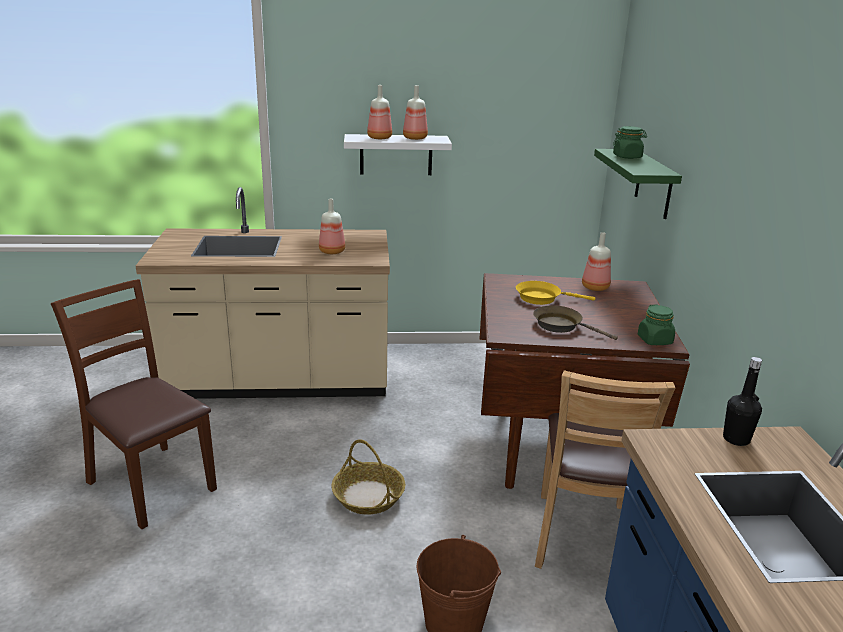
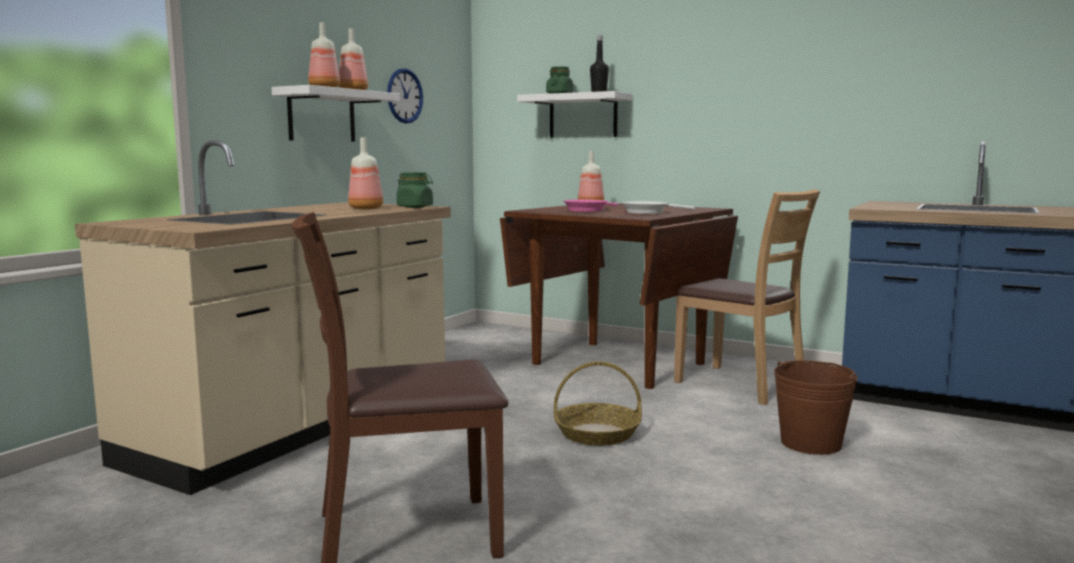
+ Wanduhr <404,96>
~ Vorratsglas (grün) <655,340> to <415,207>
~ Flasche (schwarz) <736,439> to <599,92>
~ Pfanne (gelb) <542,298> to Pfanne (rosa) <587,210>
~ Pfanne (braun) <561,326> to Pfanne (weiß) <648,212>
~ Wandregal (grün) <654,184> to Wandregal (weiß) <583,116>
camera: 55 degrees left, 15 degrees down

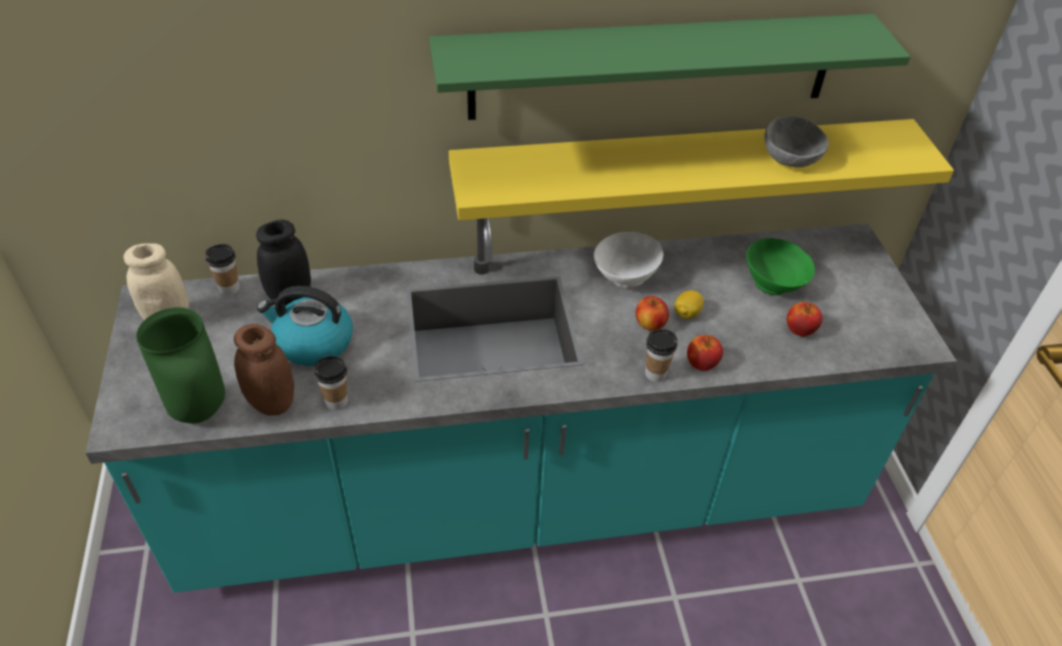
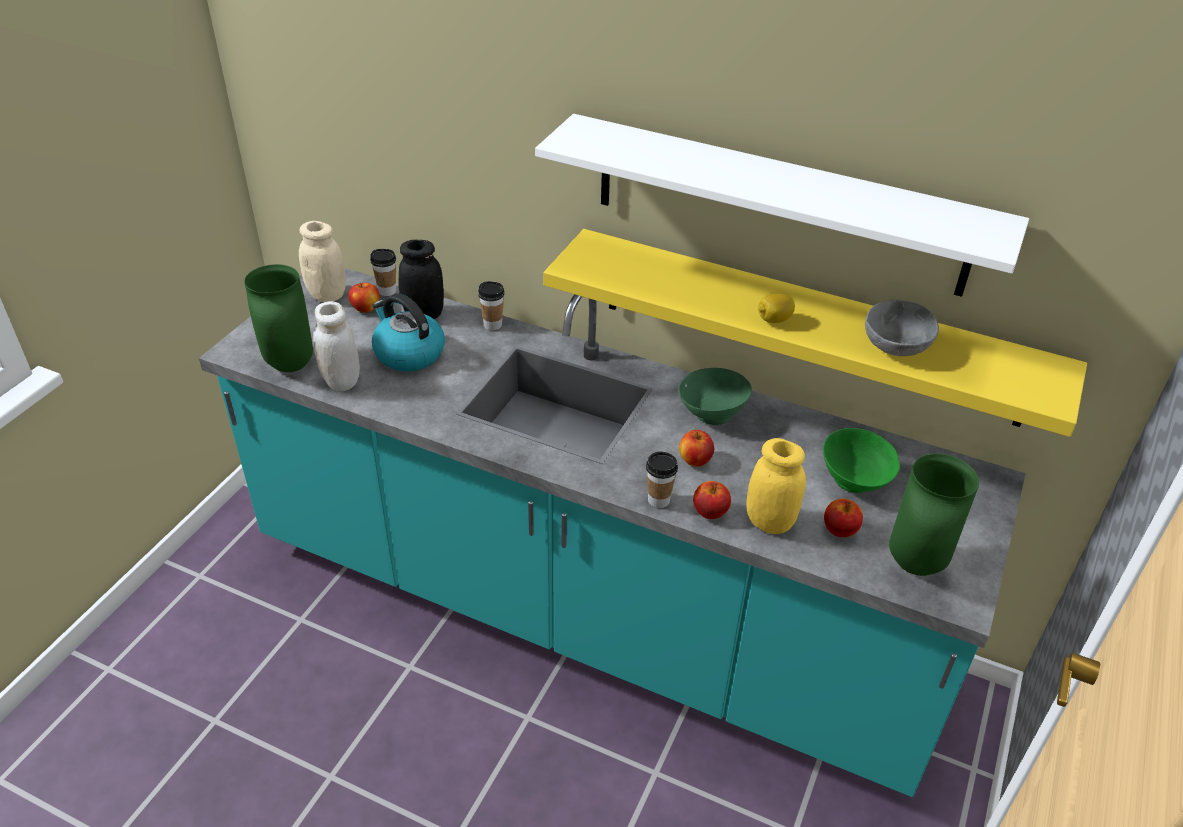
+ Apfel <366,309>
+ Vorratsglas (gelb) <769,522>
+ Vase (grün) <916,565>
~ Tasse <336,401> to <492,325>
~ Zitrone <686,313> to <773,320>
~ Vorratsglas (braun) <272,403> to Vorratsglas (weiß) <341,381>
~ Wandregal (grün) <652,67> to Wandregal (weiß) <778,205>
~ Schüssel (weiß) <624,276> to Schüssel (grün) <711,413>
camera: 35 degrees right, 5 degrees down

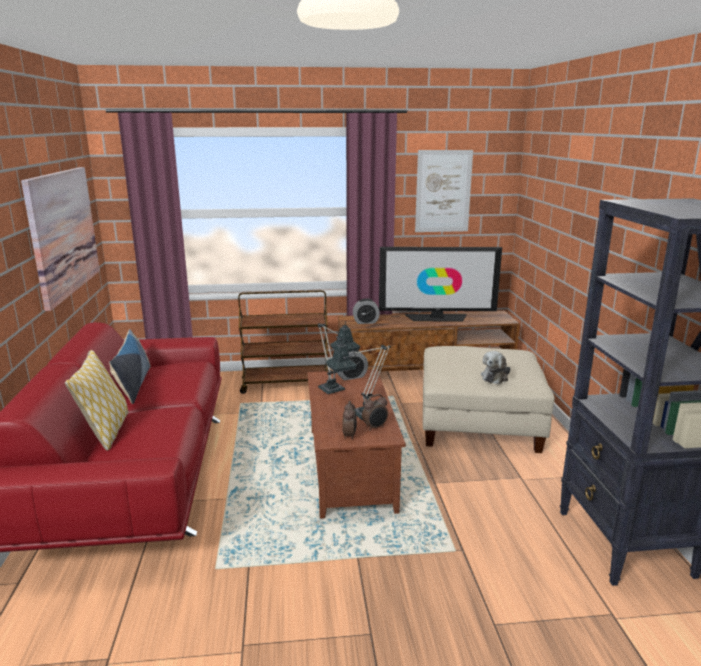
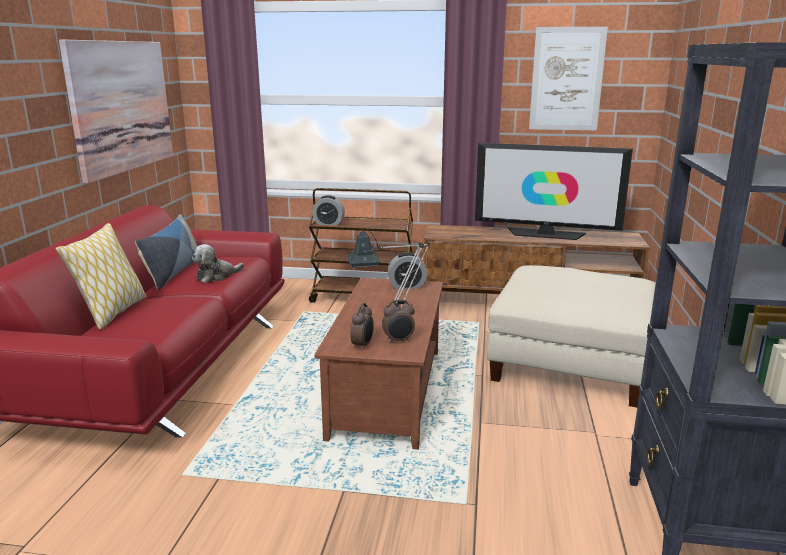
- Tischlampe <334,391>
~ Wecker <366,322> to <329,223>
~ Plüschtier <495,377> to <217,276>
camera: 15 degrees right, 0 degrees up

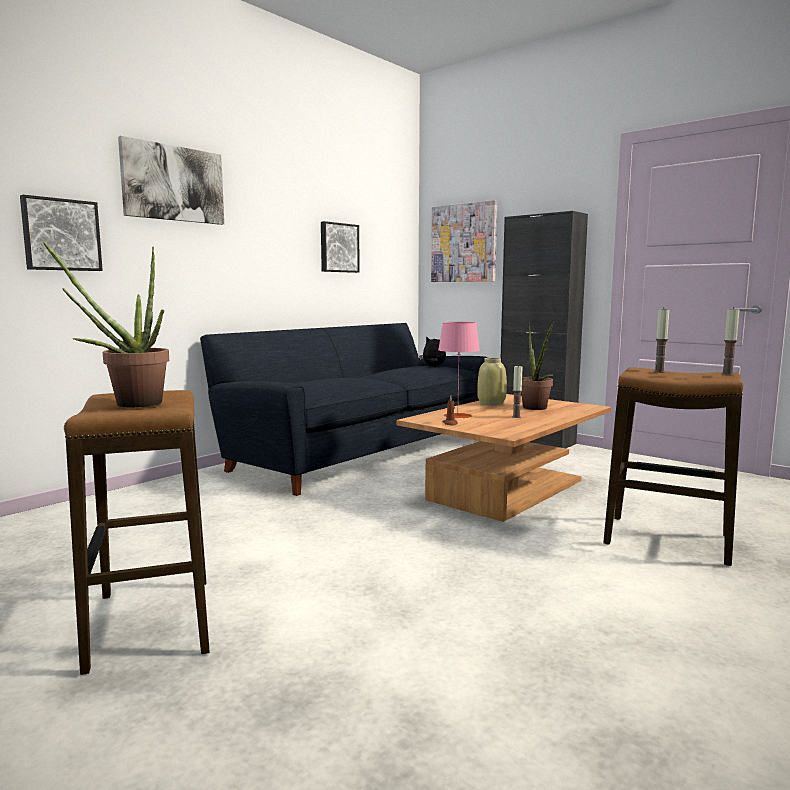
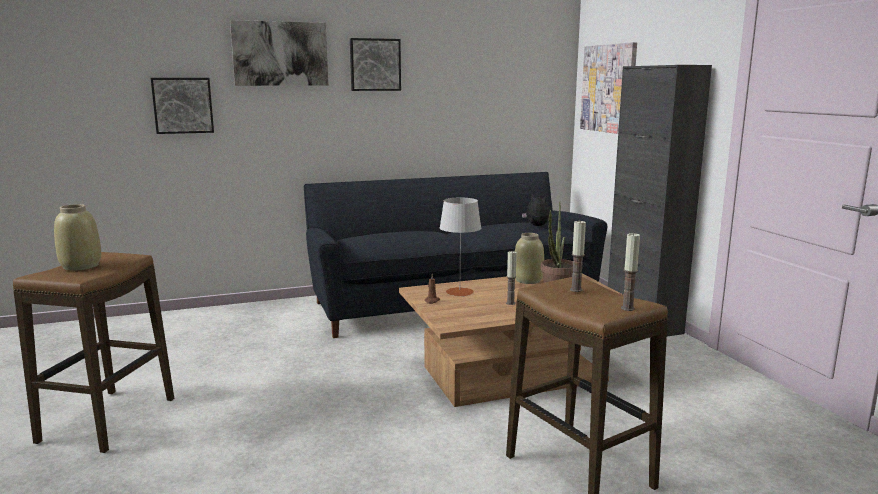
~ Bild <338,248> to <375,64>
~ Topfpflanze <128,404> to Vase (beige) <81,266>
~ Tischlampe (rosa) <457,416> to Tischlampe (grau) <459,292>
camera: 30 degrees right, 5 degrees up

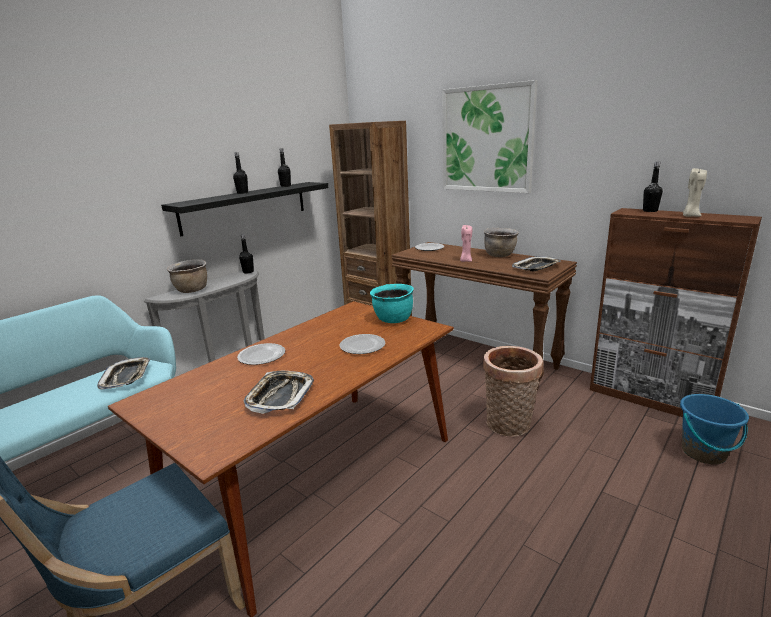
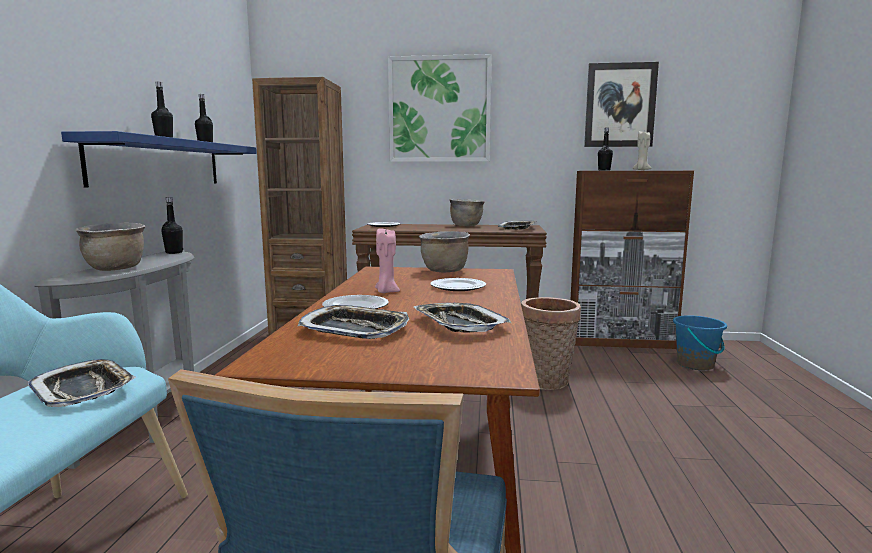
+ Tablett <355,329>
+ Bild <620,105>
~ Kerze (rosa) <466,261> to <386,292>
~ Wandregal (schwarz) <246,207> to Wandregal (blau) <160,163>
~ Kochtopf (türkis) <393,320> to Kochtopf (braun) <444,271>
camera: 35 degrees left, 10 degrees down

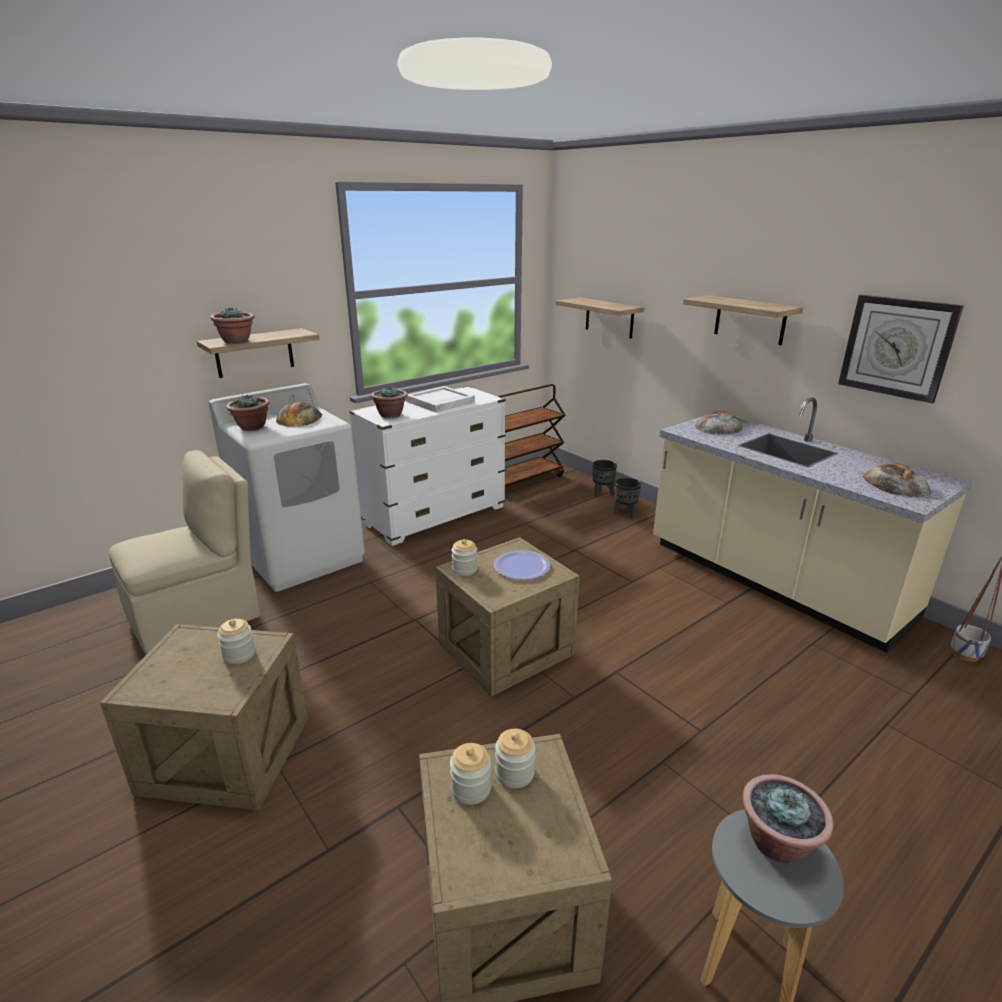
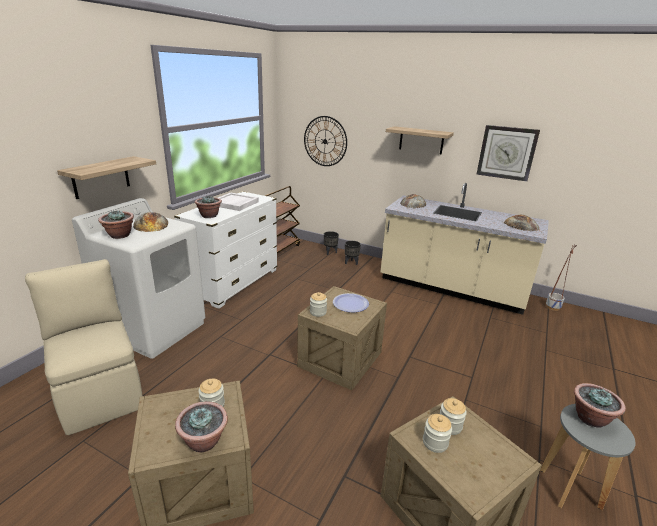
~ Topfpflanze <237,341> to <204,441>
~ Wandregal <609,318> to Wanduhr <325,141>
~ Stuhl (beige) <199,617> = <100,392> 60 degrees counterclockwise
camera: 25 degrees left, 0 degrees up

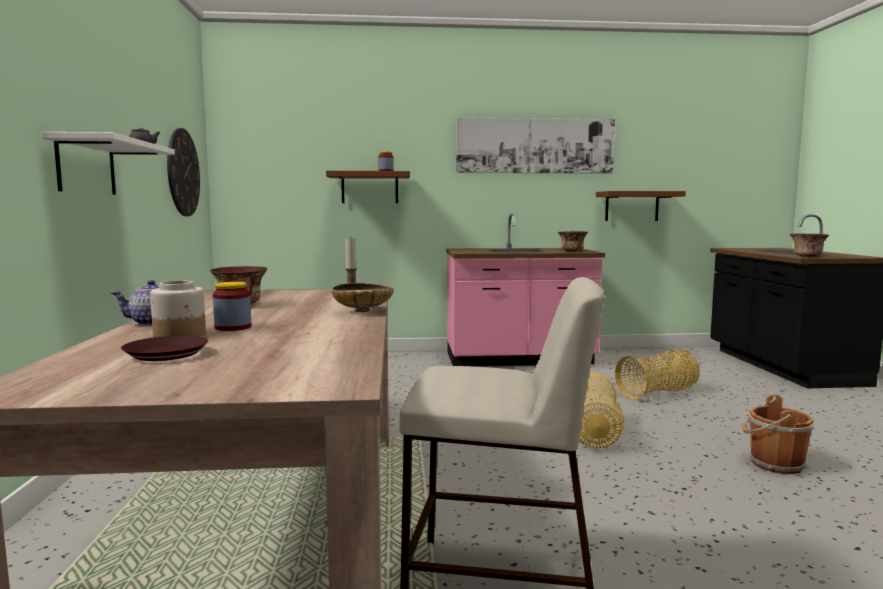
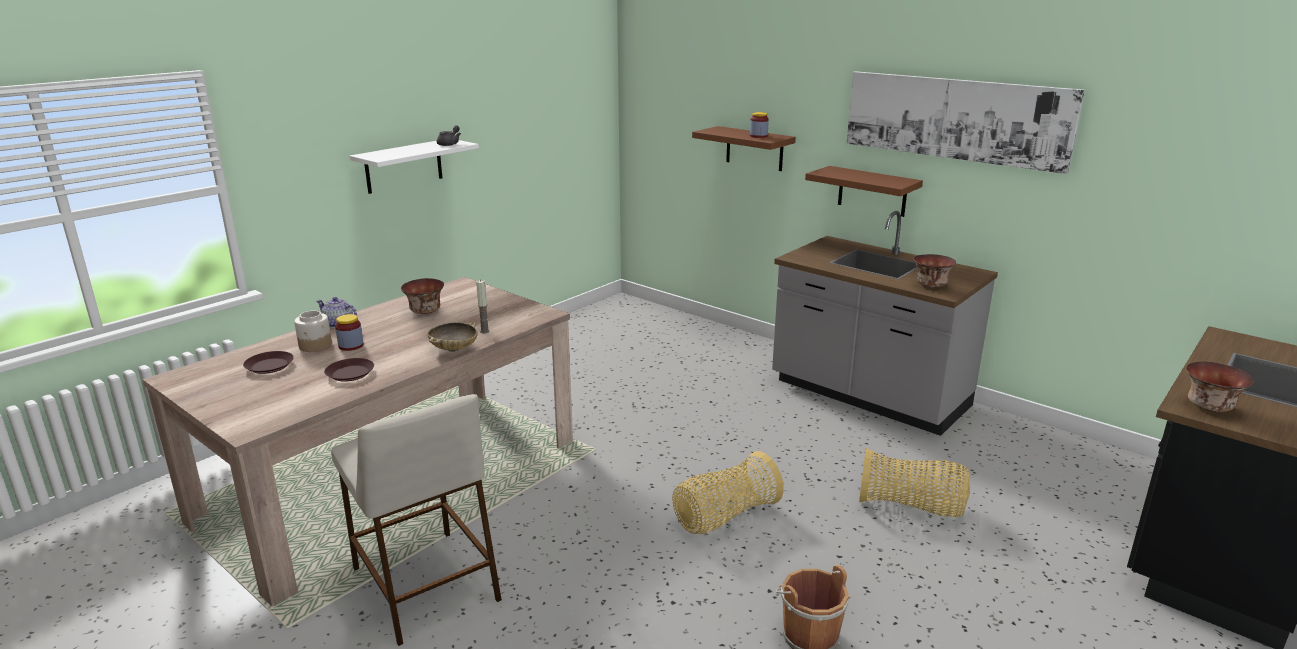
- Wanduhr <183,172>
+ Teller (braun) <350,374>
~ Wandregal (braun) <631,206> to <872,191>
~ Küchenzeile (rosa) <519,359> to Küchenzeile (grau) <868,395>
camera: 45 degrees right, 15 degrees up

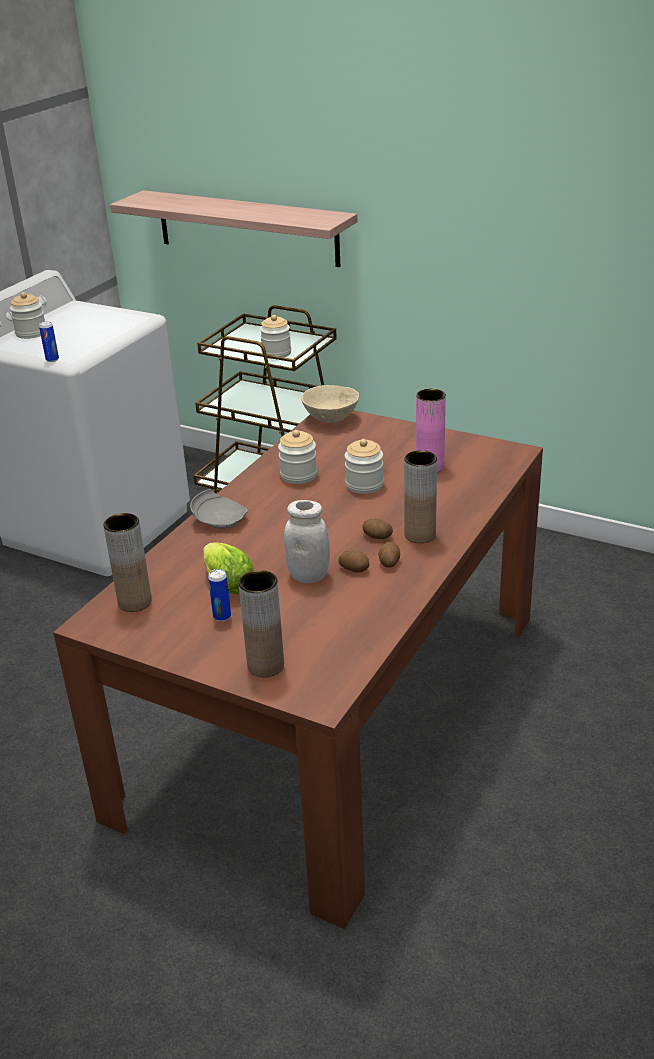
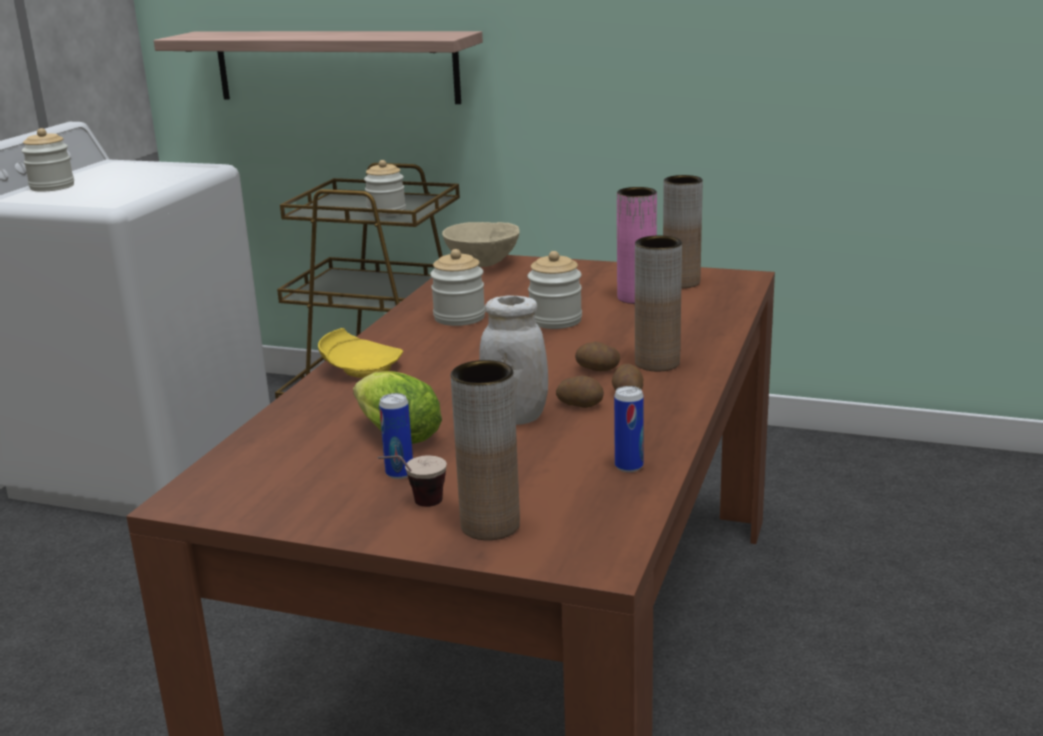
+ Tasse <415,507>
~ Dose <52,359> to <629,466>
~ Vase (braun) <135,602> to <681,282>
~ Teller (grau) <219,519> to Teller (gelb) <361,368>
camera: 10 degrees left, 10 degrees down

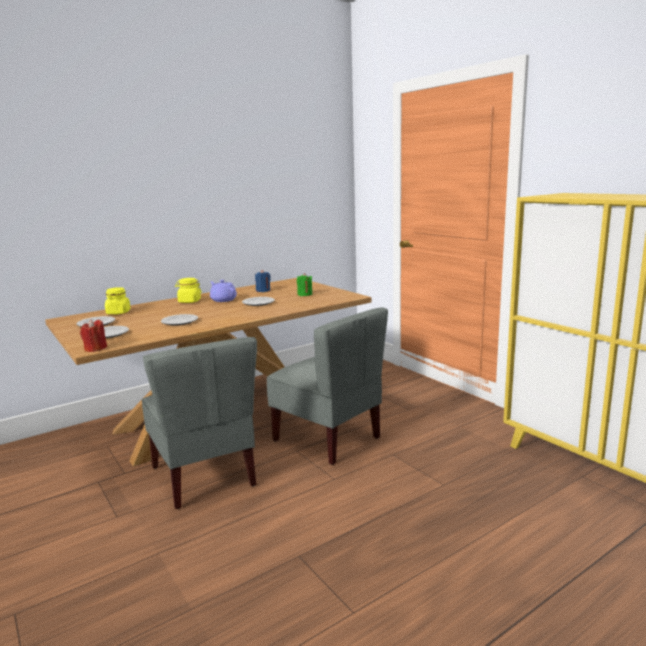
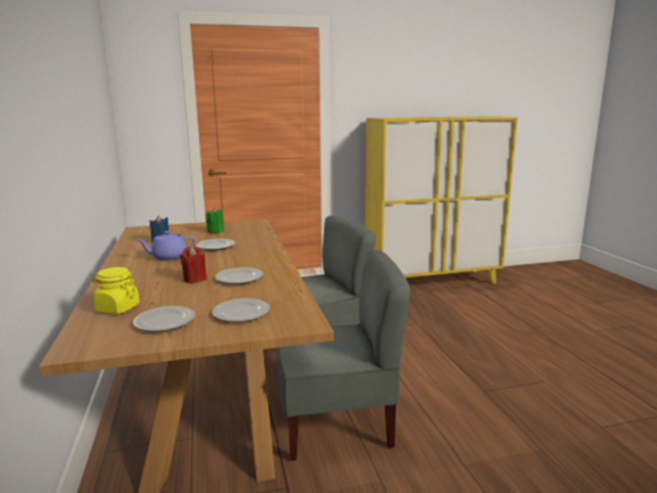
- Vorratsglas (gelb) <189,301>
~ Kerze (rot) <95,349> to <195,279>
camera: 70 degrees left, 0 degrees up

